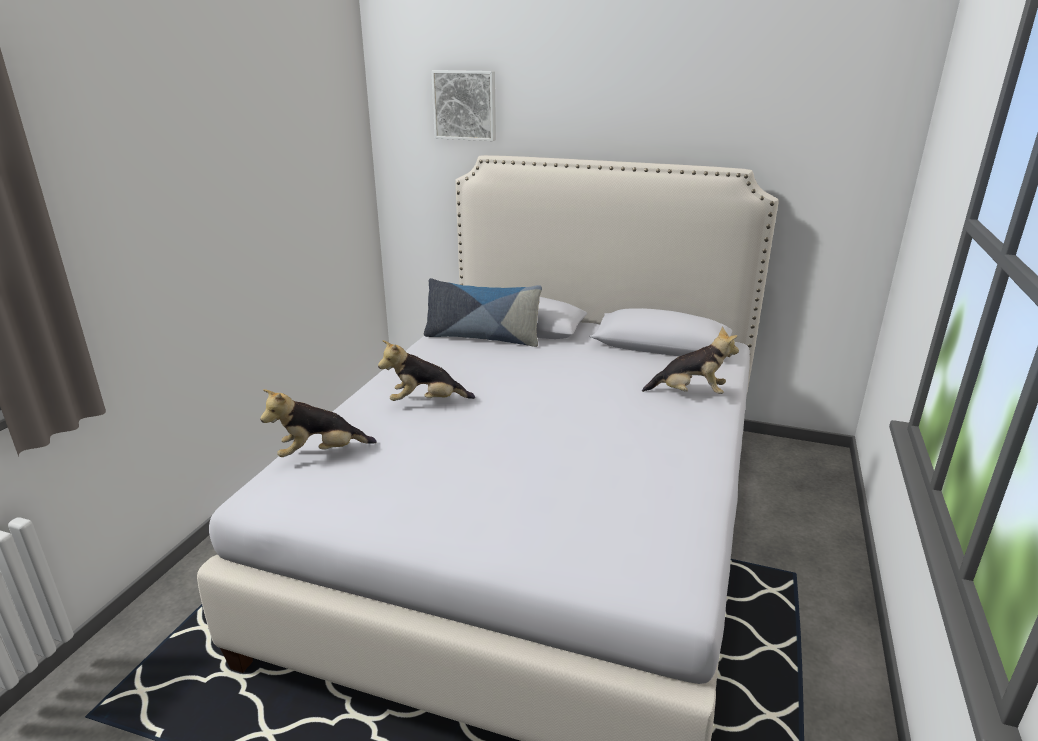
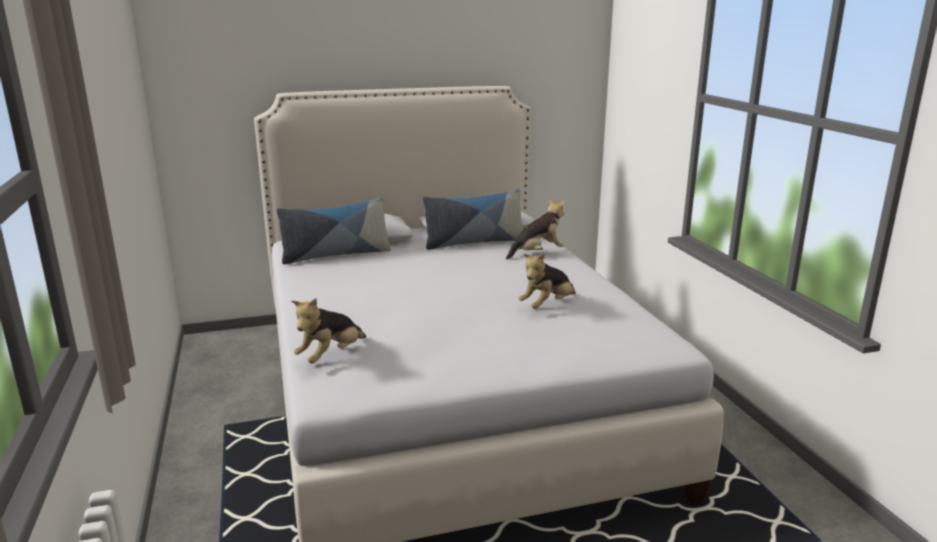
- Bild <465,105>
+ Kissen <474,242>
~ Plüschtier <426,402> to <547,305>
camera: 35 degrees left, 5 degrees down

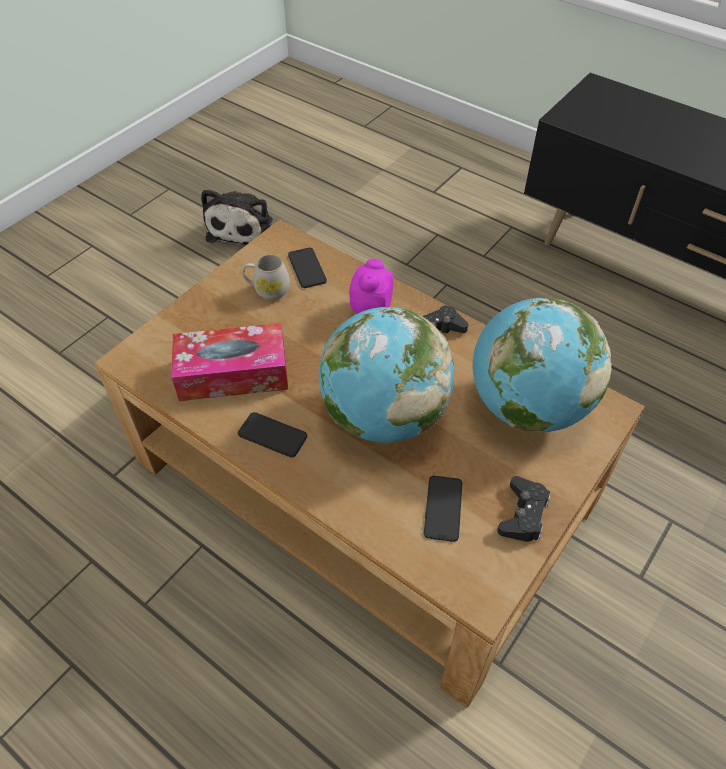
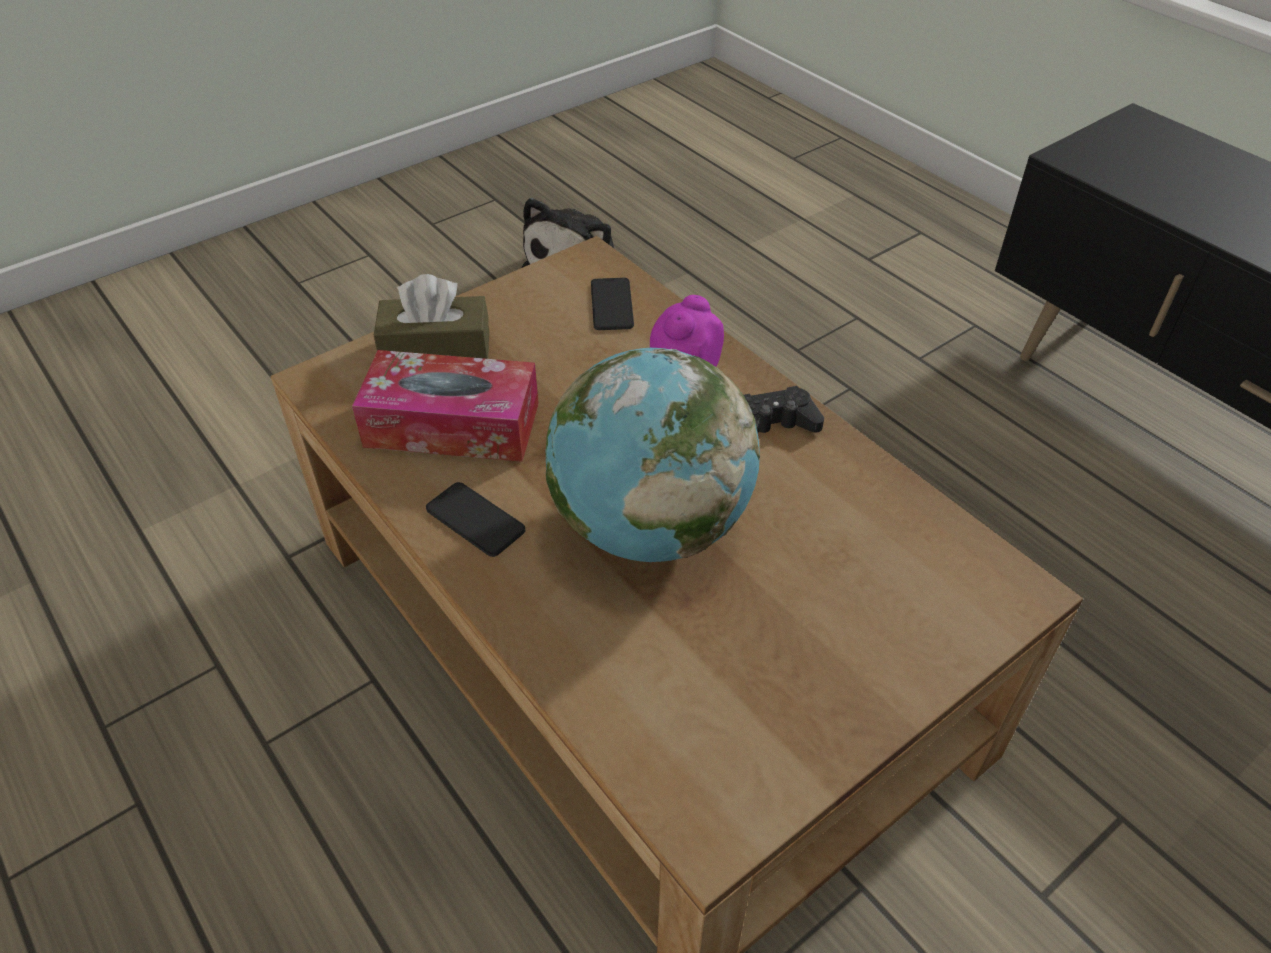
- Henkelbecher (weiß) <268,290>
- Handy <443,508>
- Globus <527,406>
- Gamepad (schwarz) <523,514>
+ Taschentuchbox (braun) <436,351>
camera: 15 degrees right, 5 degrees down

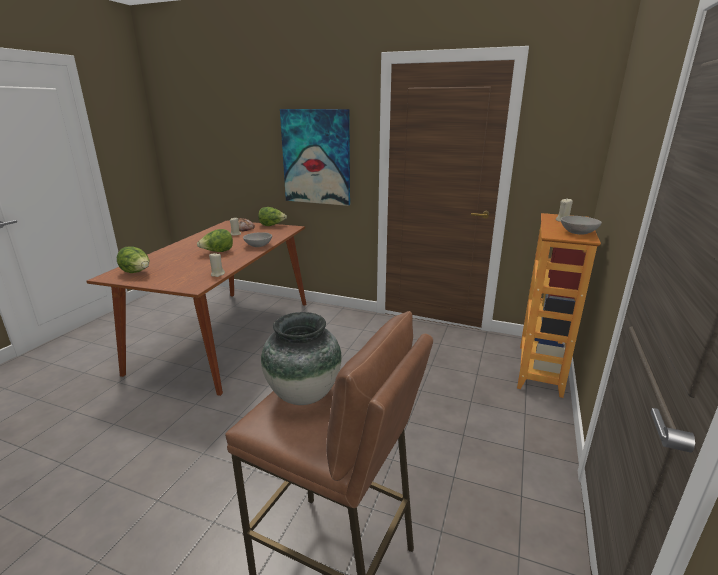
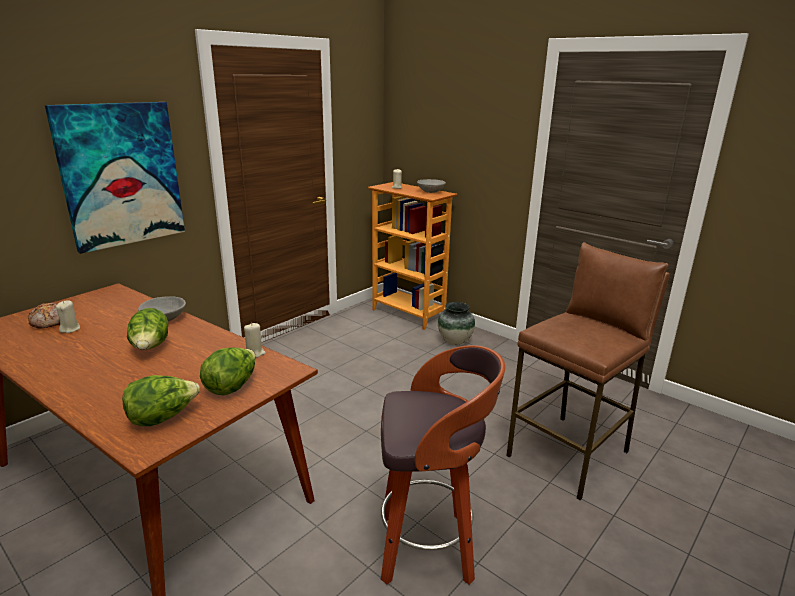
+ Hocker <428,547>
~ Salatkopf <272,225> to <232,386>
~ Vase <303,395> to <454,341>
camera: 70 degrees left, 0 degrees up

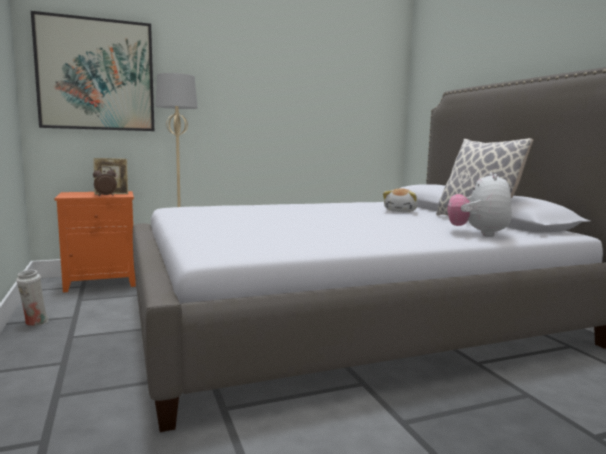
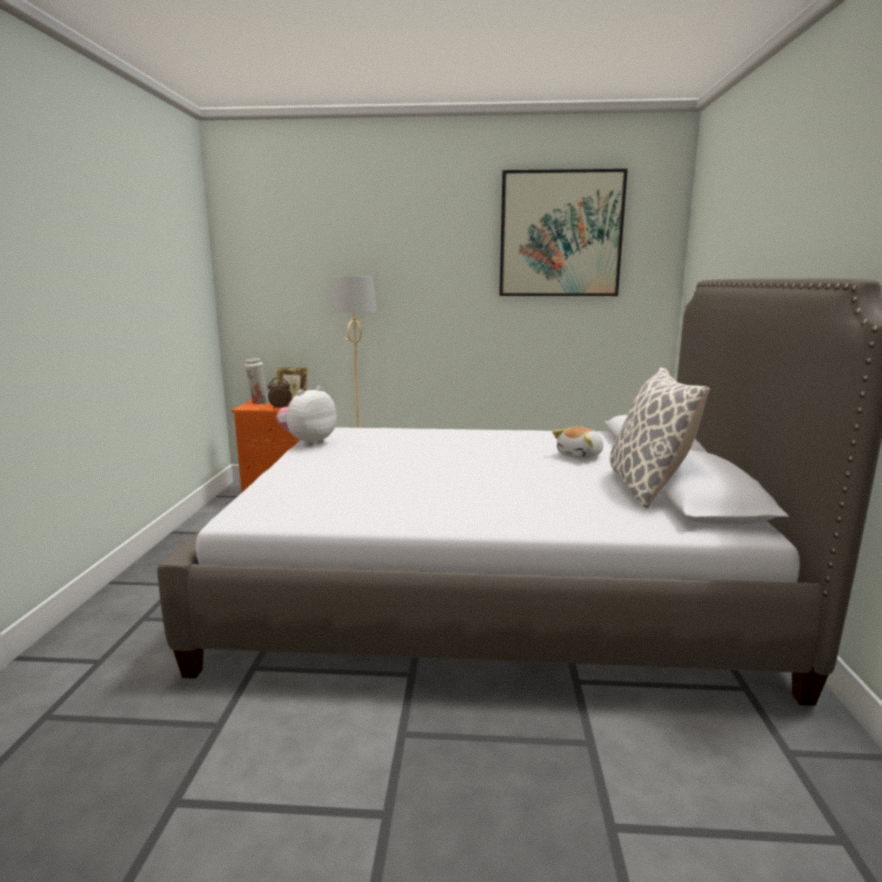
~ Vase (weiß) <34,323> to <259,403>
~ Bild <96,75> to <560,234>
~ Plüschtier <478,234> to <308,442>
camera: 25 degrees right, 5 degrees up

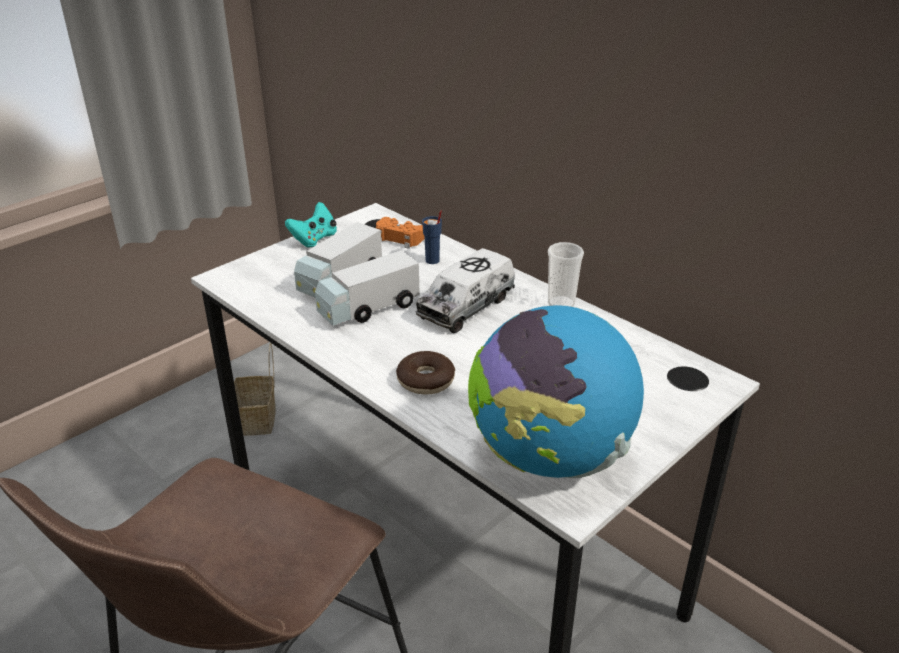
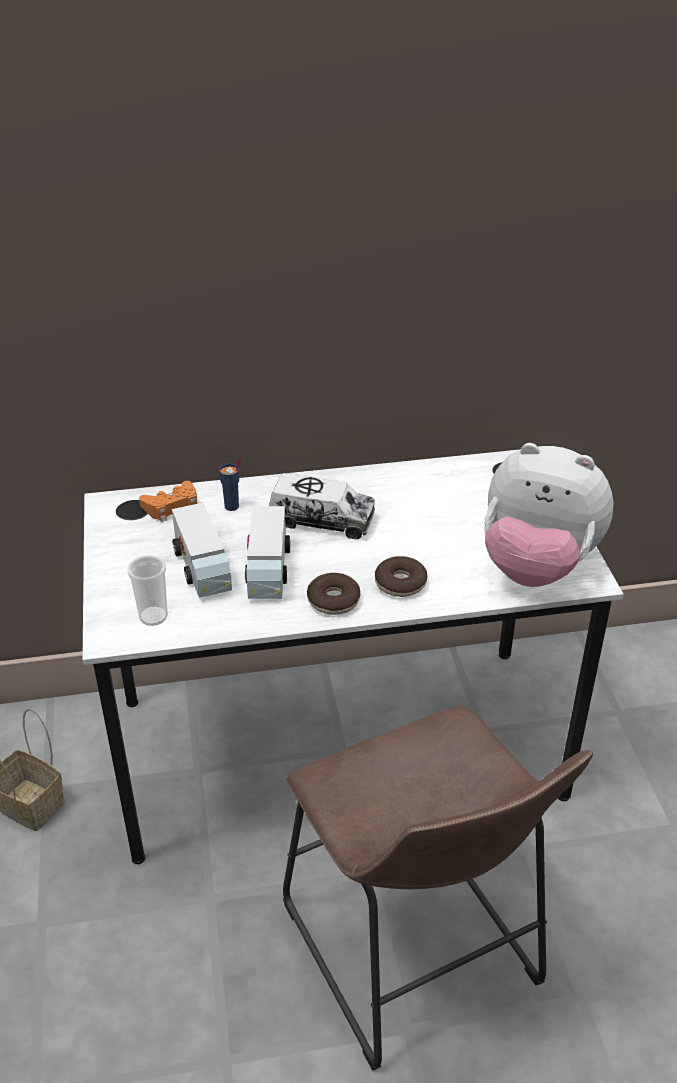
- Gamepad (türkis) <314,239>
+ Donut <333,600>
~ Tasse <561,304> to <153,616>
~ Globus <549,456> to Plüschtier <536,566>
~ Spielzeuglaster <466,306> = <322,520> 60 degrees counterclockwise
camera: 55 degrees left, 5 degrees up

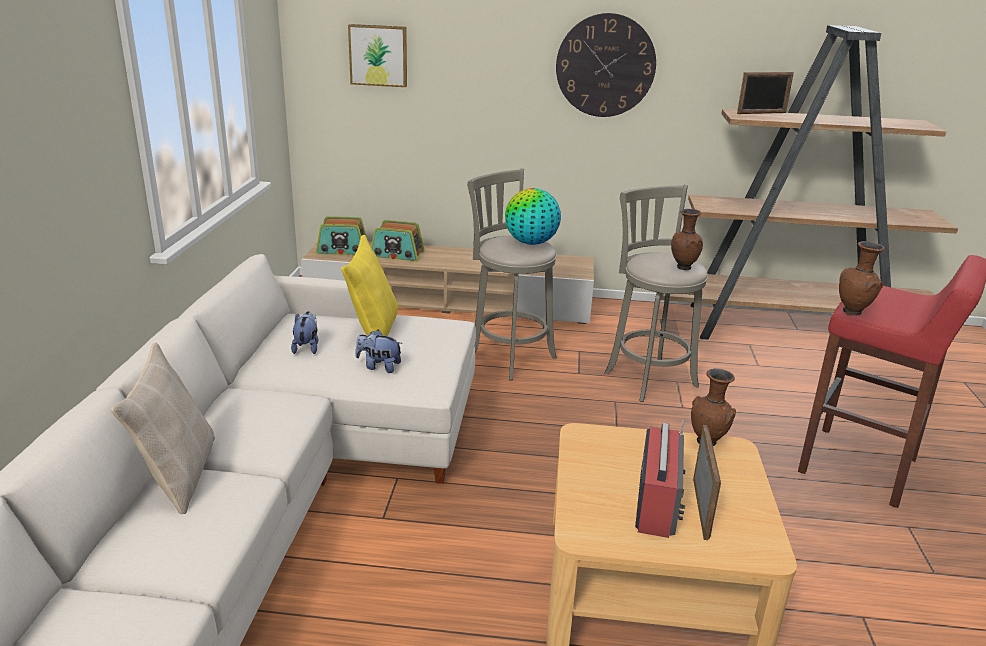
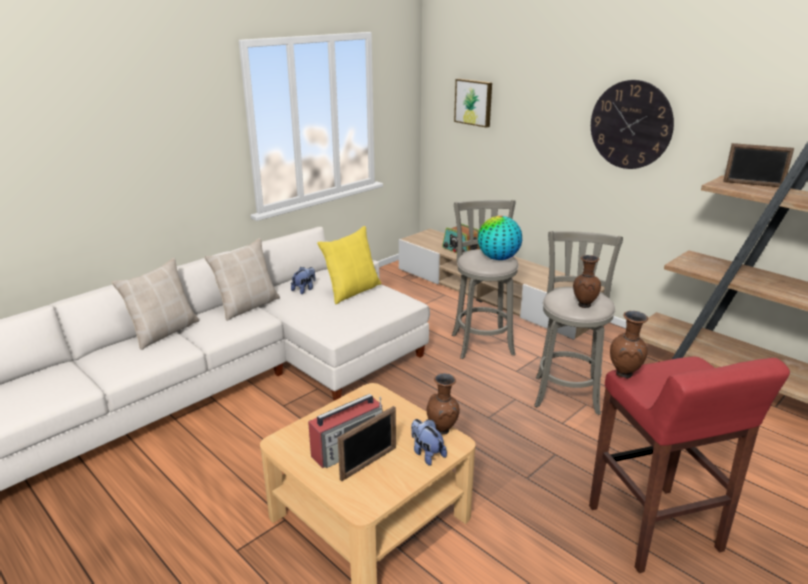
- Radio <342,250>
+ Kissen (beige) <247,306>
~ Plüschtier <379,366> to <426,453>
camera: 40 degrees right, 0 degrees up

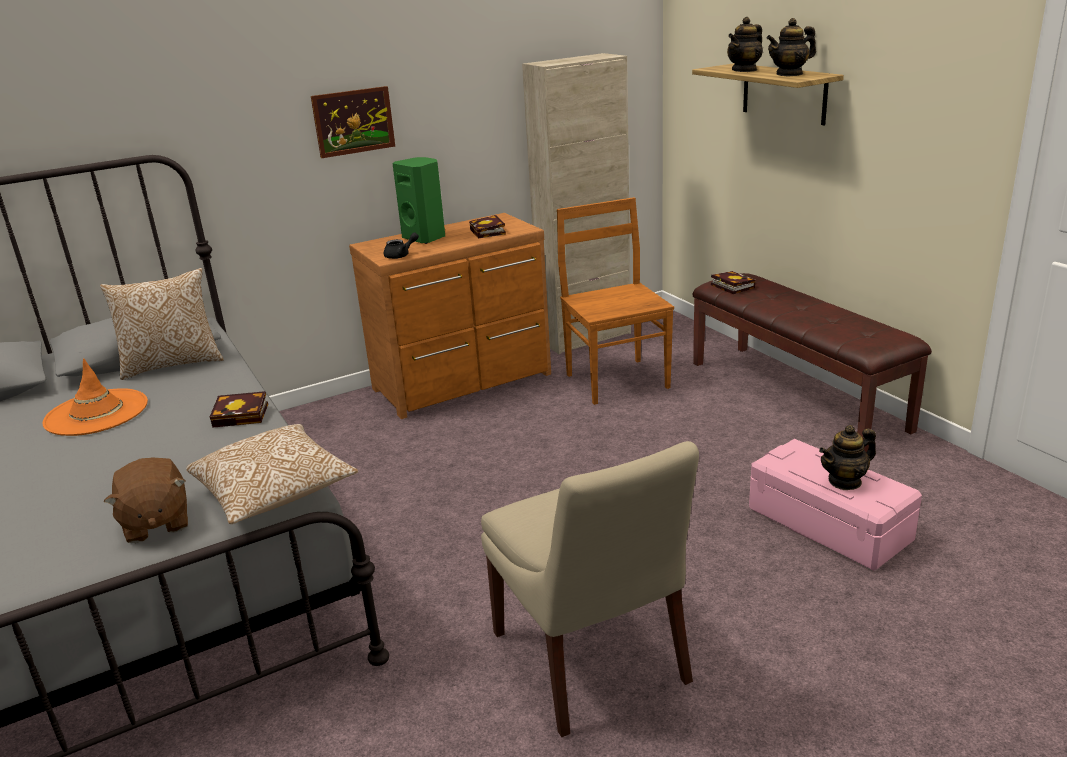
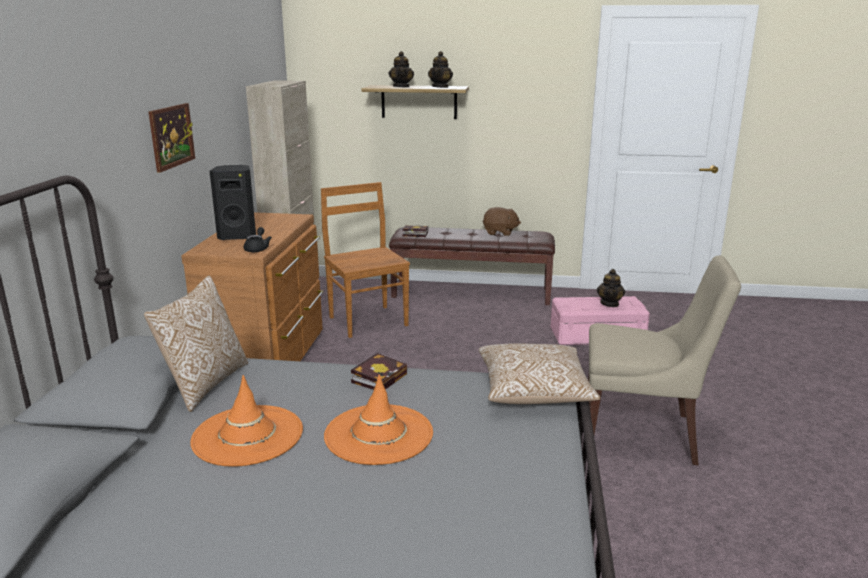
- Buch <489,232>
+ Hut (orange) <378,434>
~ Plüschtier (braun) <156,523> to <500,232>
~ Lautsprecher (grün) <425,238> to Lautsprecher (schwarz) <238,236>
~ Stuhl (braun) <616,380> = <367,320> 45 degrees clockwise
camera: 55 degrees left, 5 degrees down

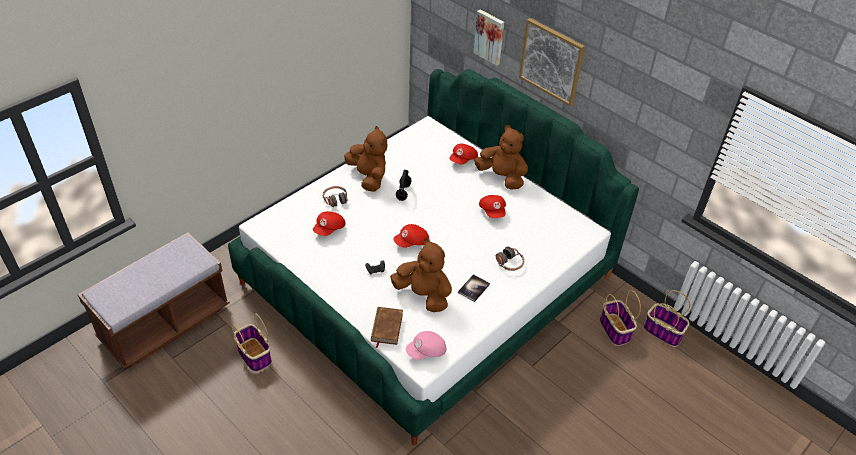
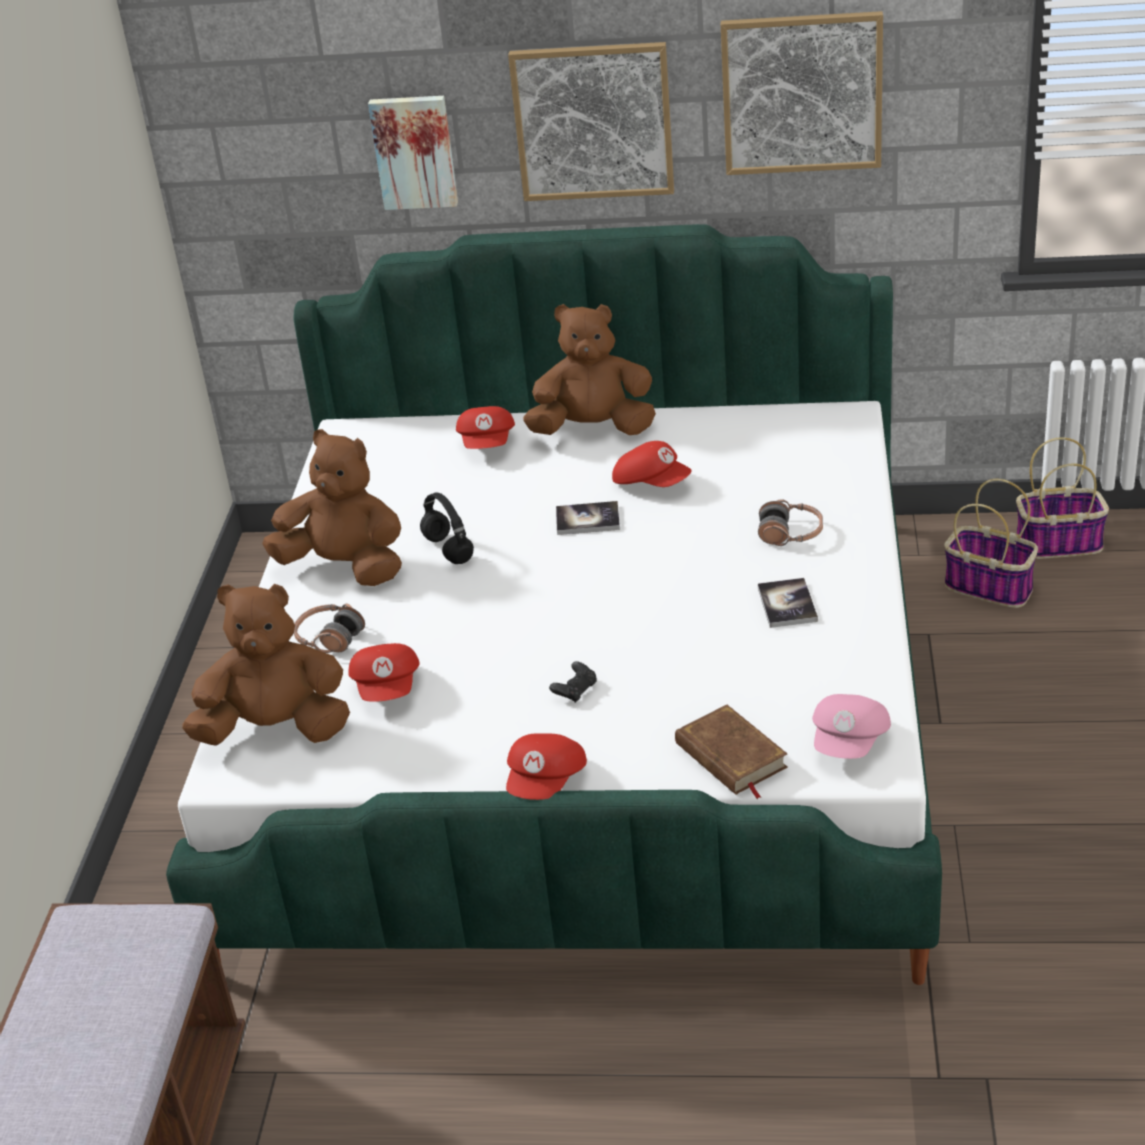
- Korb <254,355>
+ Buch <587,520>
+ Bild <802,93>
~ Plüschtier (braun) <423,295> to <276,730>
~ Kappe (rot) <412,242> to <547,782>
camera: 35 degrees left, 10 degrees down

